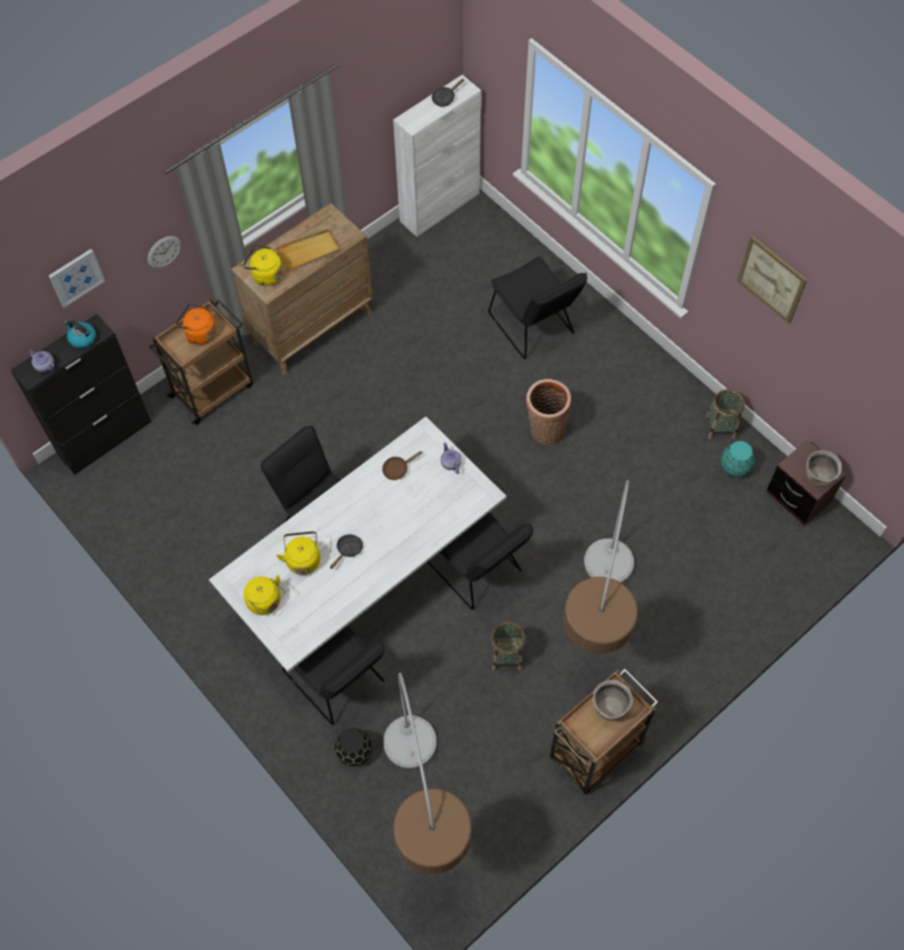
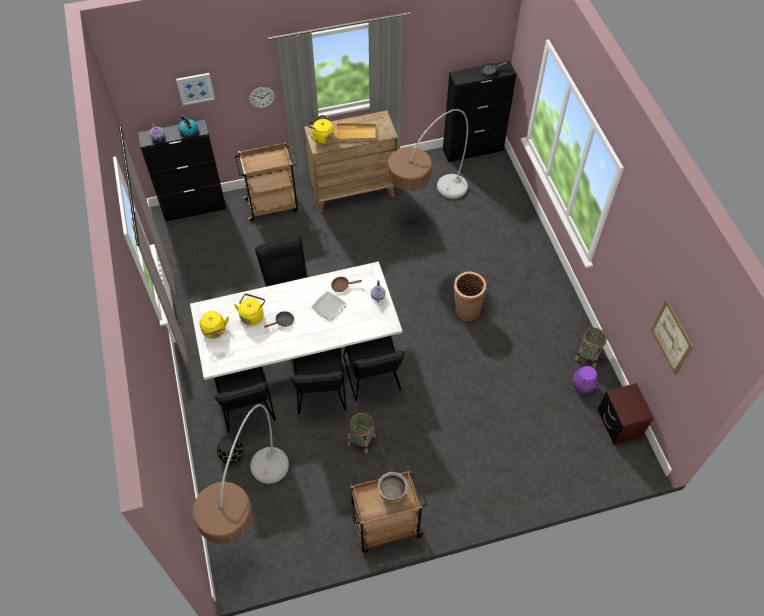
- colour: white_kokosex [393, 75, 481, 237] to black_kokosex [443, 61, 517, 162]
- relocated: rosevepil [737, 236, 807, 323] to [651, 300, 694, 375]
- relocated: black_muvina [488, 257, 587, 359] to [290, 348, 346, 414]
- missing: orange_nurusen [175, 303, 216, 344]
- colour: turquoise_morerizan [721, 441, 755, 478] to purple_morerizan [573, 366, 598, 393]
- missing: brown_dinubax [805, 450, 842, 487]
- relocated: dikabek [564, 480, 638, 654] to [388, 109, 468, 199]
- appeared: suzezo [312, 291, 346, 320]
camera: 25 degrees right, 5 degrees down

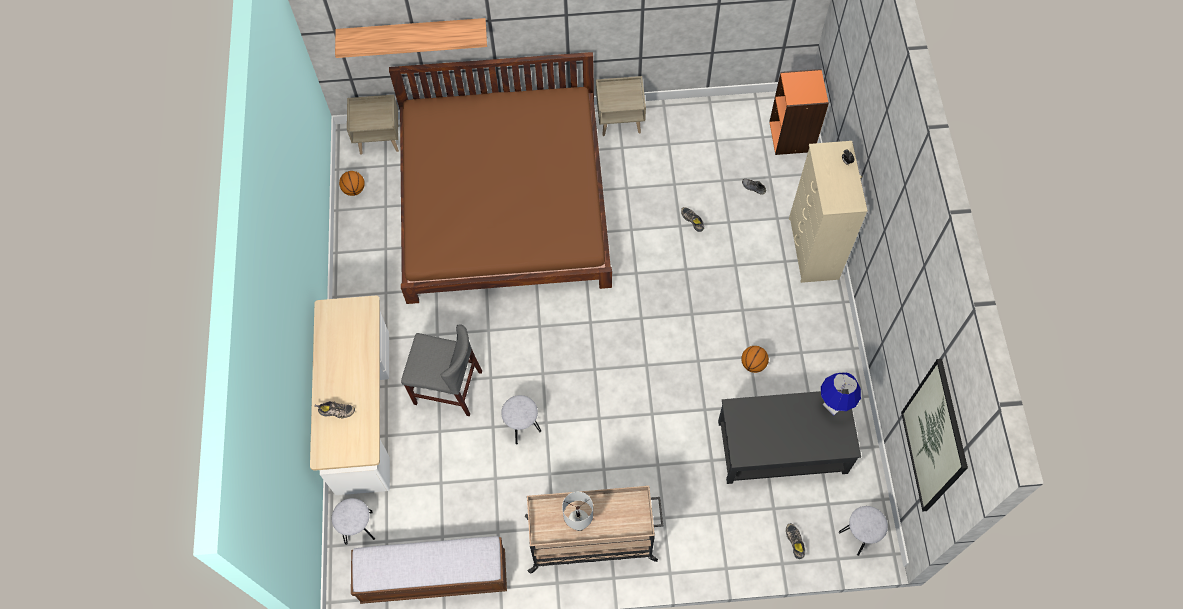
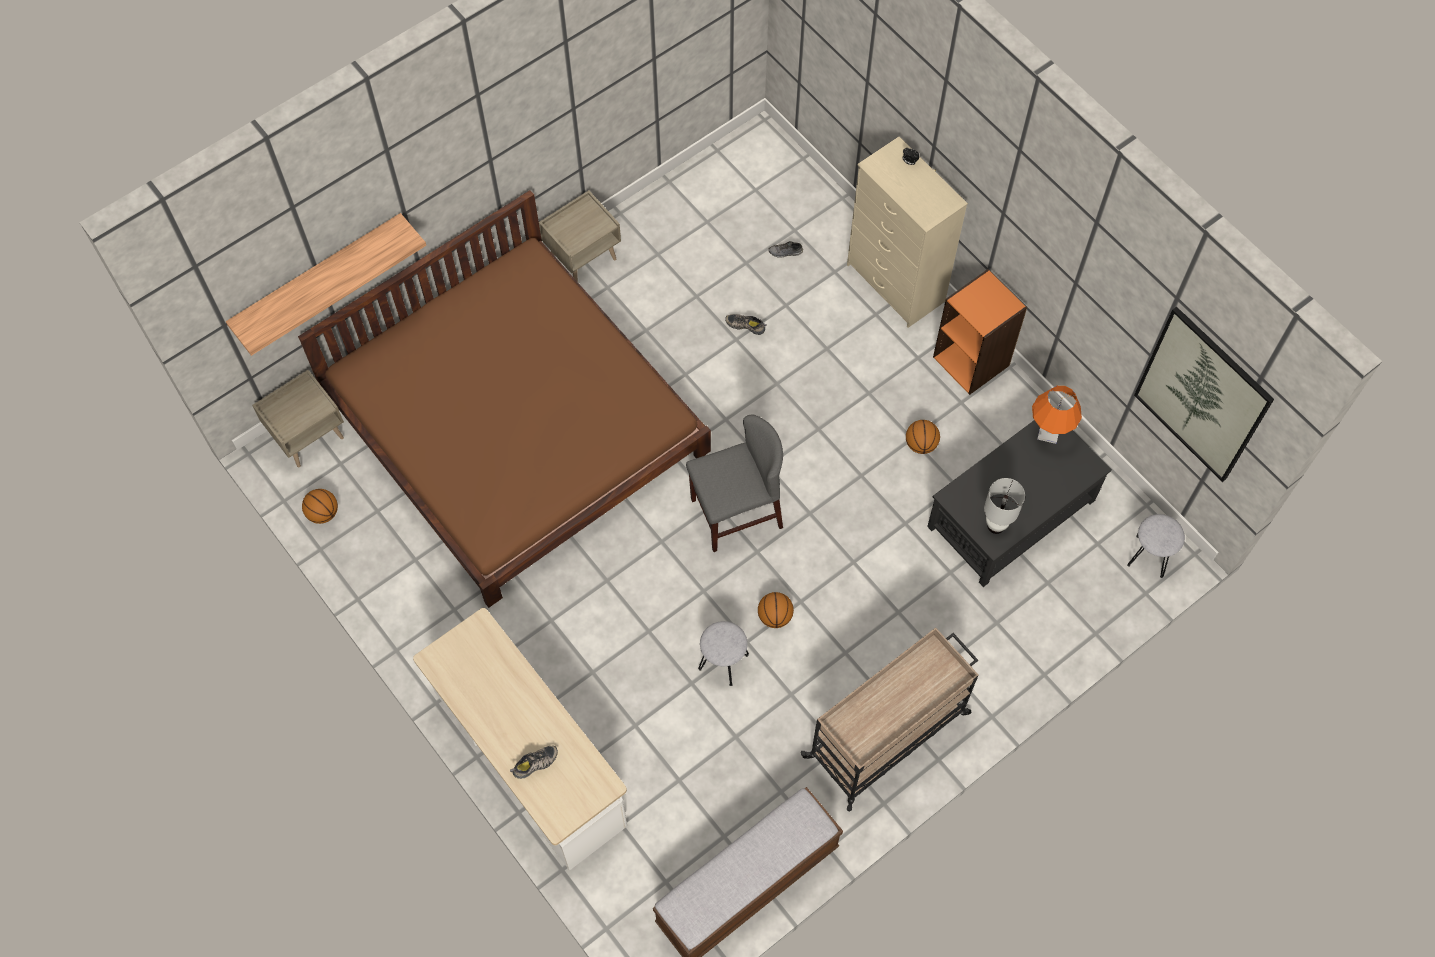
- relocated: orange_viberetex [769, 69, 829, 155] to [933, 269, 1027, 395]
- relocated: grey_muvina [401, 324, 482, 416] to [686, 415, 783, 552]
- colour: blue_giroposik [821, 372, 861, 415] to orange_giroposik [1032, 386, 1082, 444]
- relocated: white_giroposik [562, 492, 593, 531] to [984, 478, 1025, 534]
- missing: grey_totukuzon [332, 498, 375, 545]
- missing: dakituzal [786, 523, 805, 559]
- appeared: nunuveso [758, 592, 794, 628]
camera: 35 degrees left, 0 degrees up

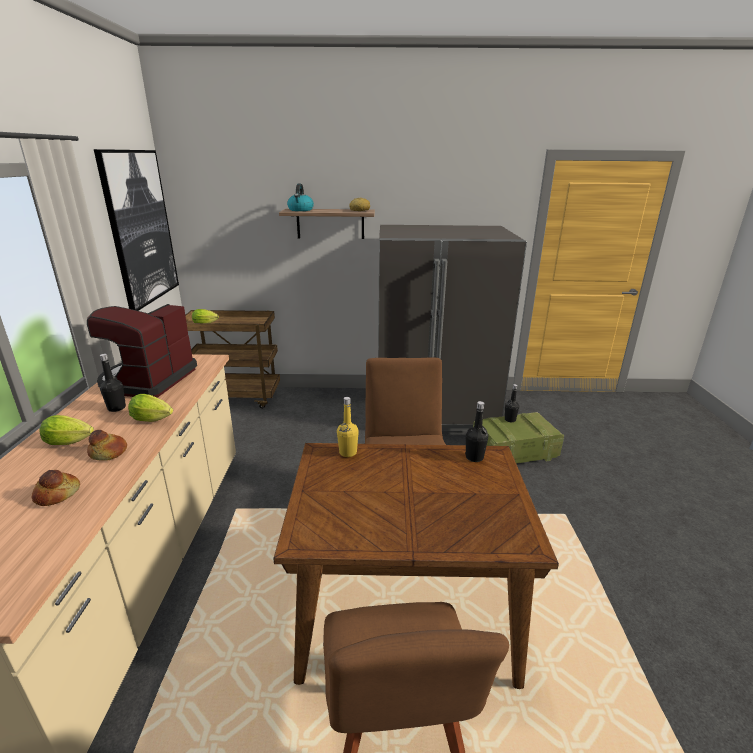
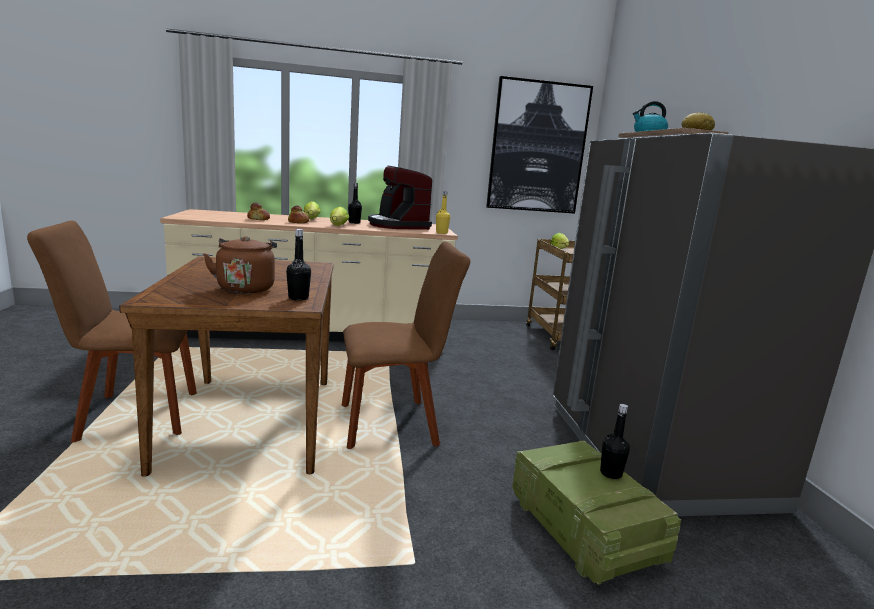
- spun: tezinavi [87, 304, 197, 398] = [368, 166, 432, 230] 120 degrees counterclockwise
- relocated: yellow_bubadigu [337, 397, 359, 457] to [436, 191, 450, 234]
- appeared: brown_nurusen [203, 236, 277, 294]
camera: 80 degrees right, 10 degrees down

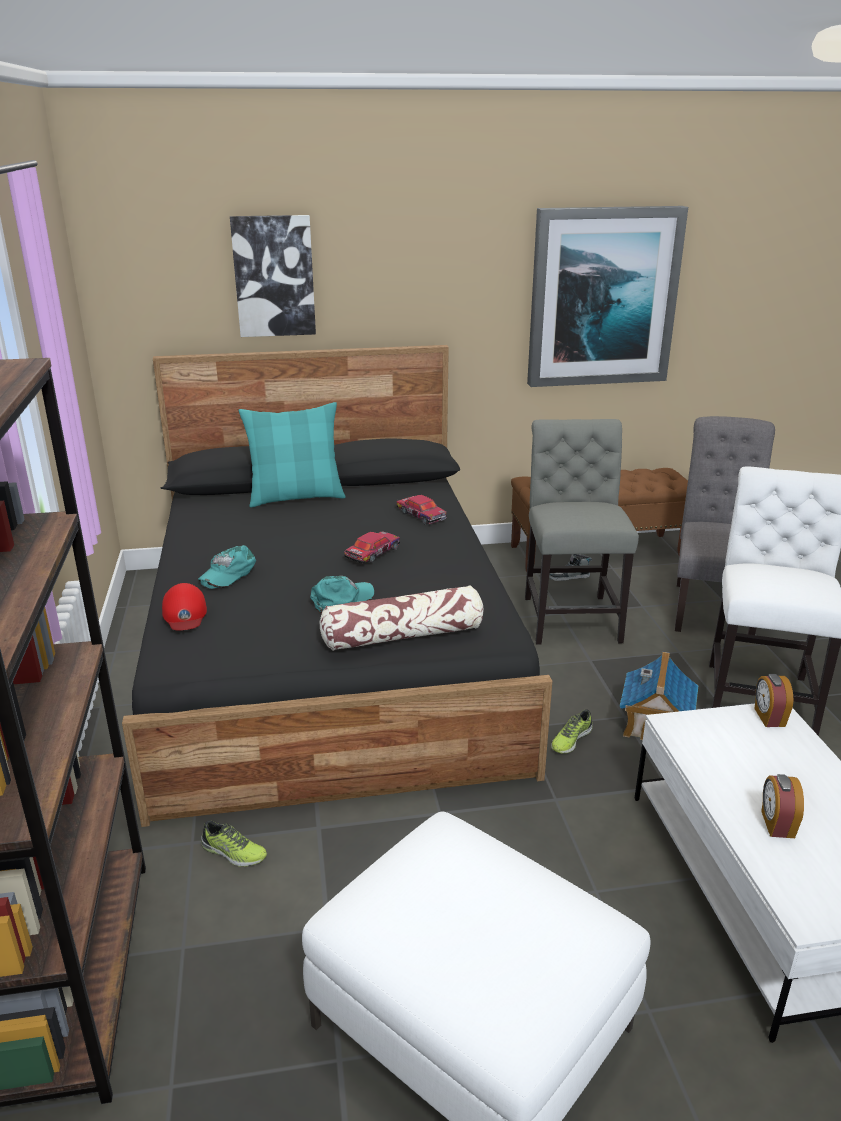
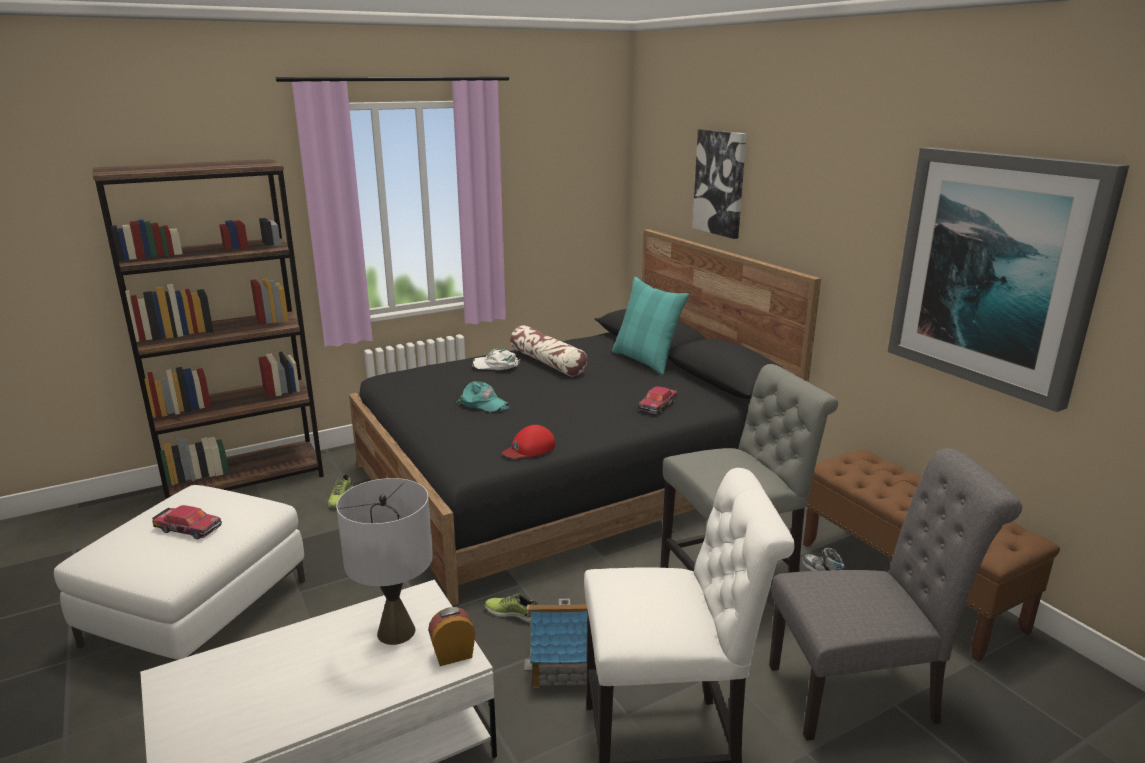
- relocated: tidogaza [344, 531, 400, 563] to [152, 505, 222, 540]
- colour: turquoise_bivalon [198, 545, 256, 589] to white_bivalon [472, 349, 520, 370]
- relocated: red_bivalon [162, 583, 207, 631] to [502, 425, 555, 459]
- relocated: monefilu [320, 585, 483, 651] to [510, 325, 587, 376]
- missing: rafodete [761, 774, 804, 838]
- appeared: grey_giroposik [336, 478, 433, 645]
camera: 70 degrees right, 5 degrees down

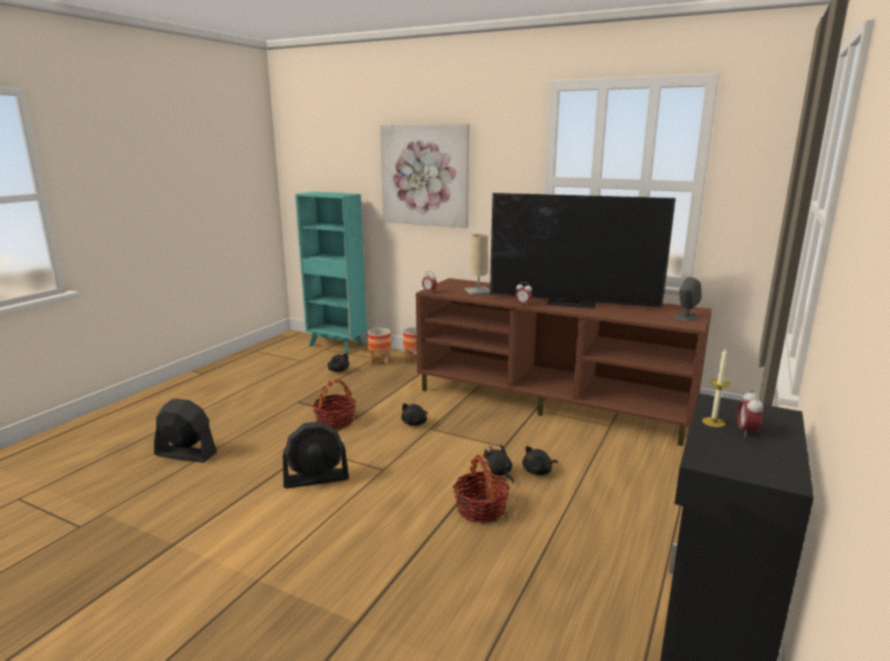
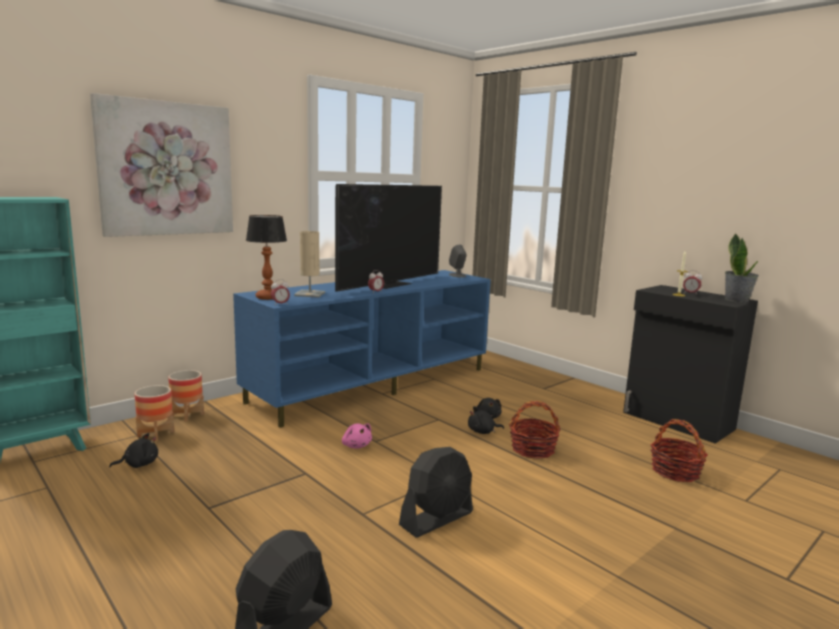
- colour: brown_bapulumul [416, 278, 712, 446] to blue_bapulumul [233, 270, 491, 428]
- relocated: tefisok [312, 379, 356, 429] to [650, 419, 708, 482]
- colour: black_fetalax [401, 403, 428, 426] to pink_fetalax [342, 423, 372, 448]
- spun: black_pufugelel [283, 421, 349, 488] = [399, 447, 473, 538] 45 degrees clockwise
- appeared: giroposik [246, 215, 287, 300]
- appeared: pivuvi [725, 233, 759, 302]
camera: 70 degrees left, 5 degrees down

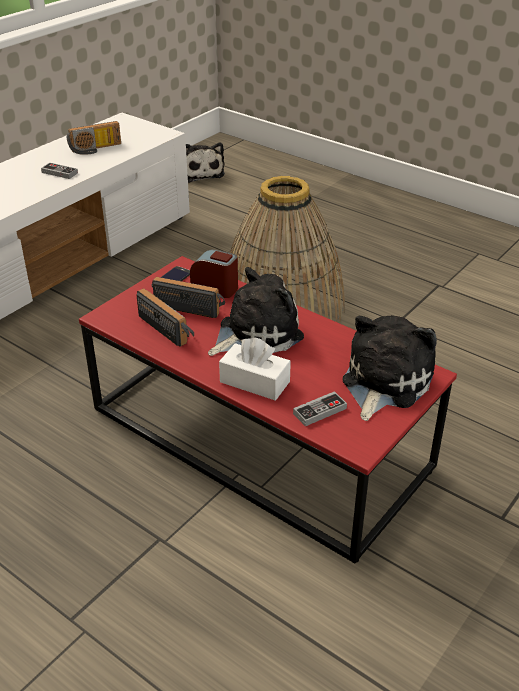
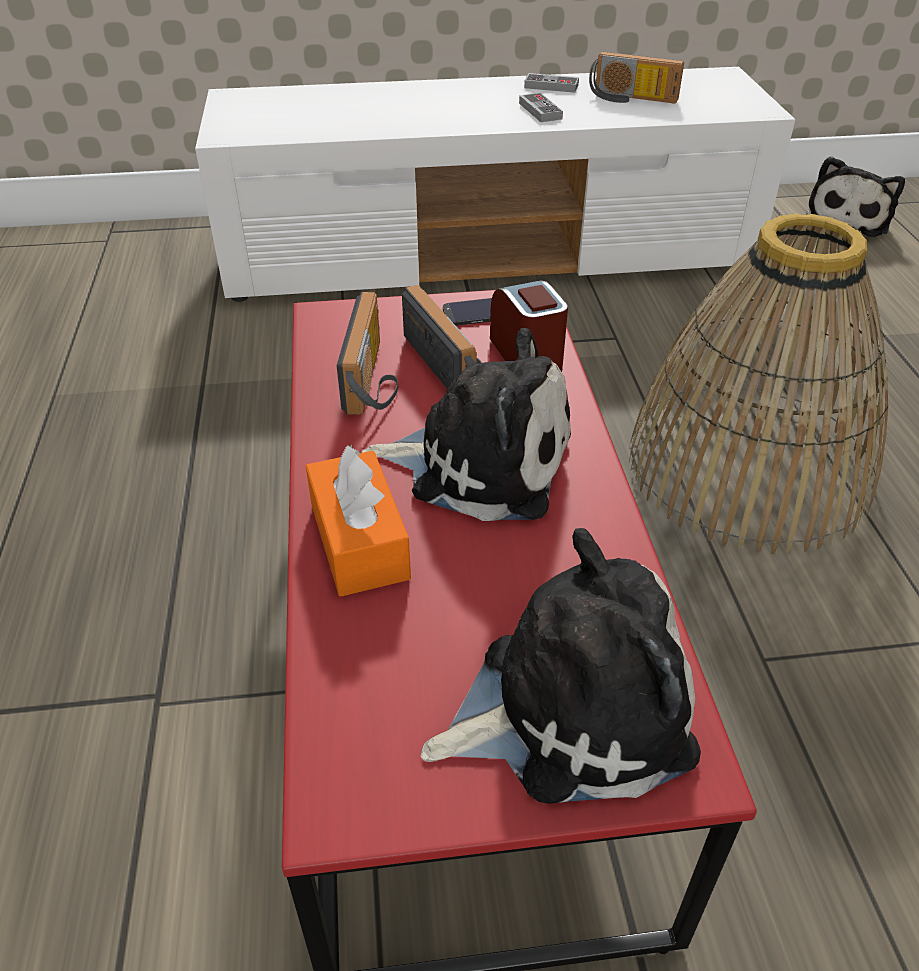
- colour: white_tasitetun [219, 337, 291, 401] to orange_tasitetun [306, 445, 411, 597]
- relocated: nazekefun [293, 391, 347, 426] to [524, 73, 579, 93]
camera: 45 degrees right, 5 degrees up

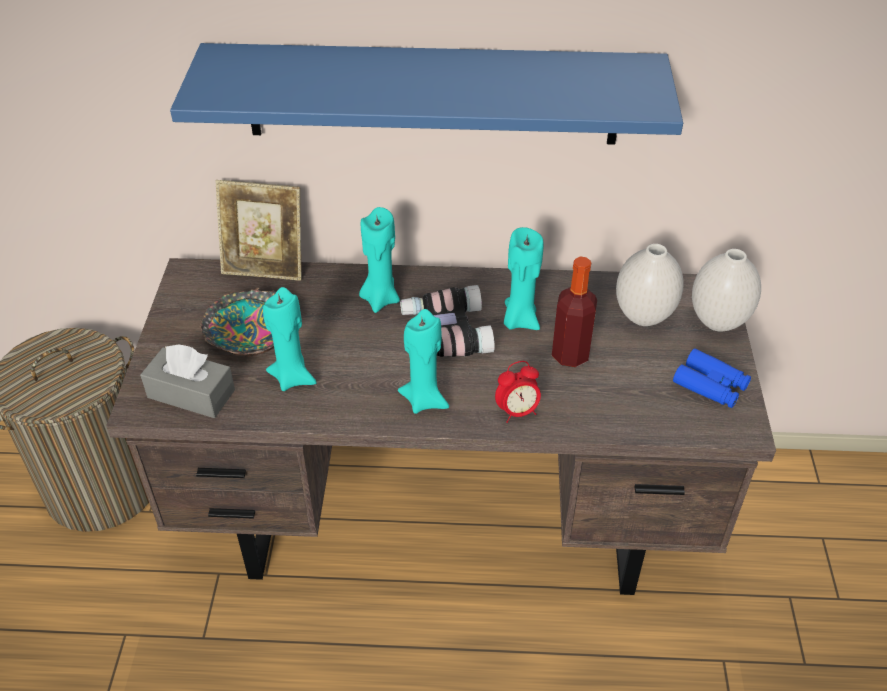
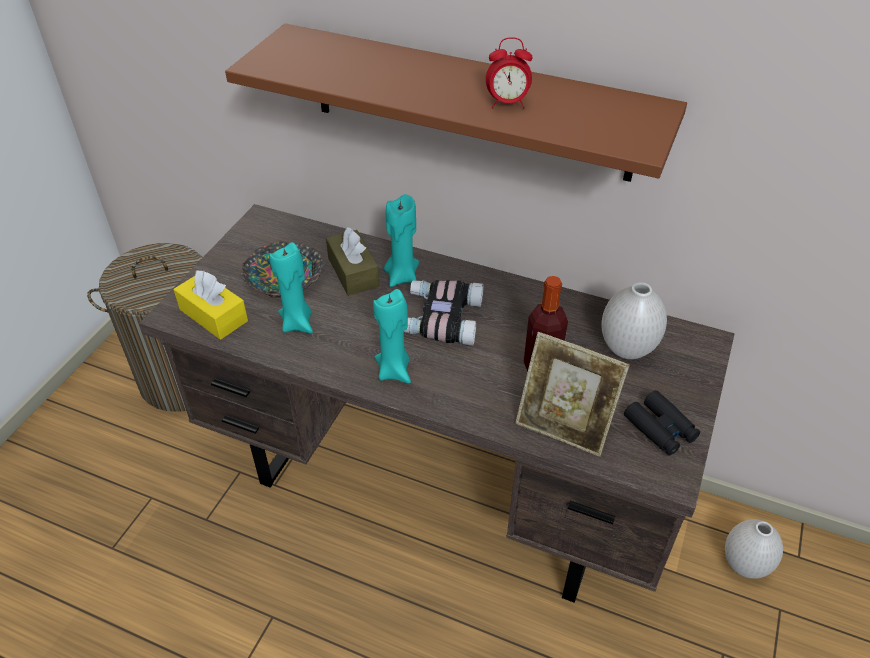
- colour: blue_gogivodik [170, 43, 683, 145] to brown_gogivodik [225, 23, 687, 182]
- relocated: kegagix [216, 180, 302, 281] to [515, 332, 630, 457]
- missing: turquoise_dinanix [504, 227, 543, 330]
- relocated: white_morerizan [692, 249, 761, 332] to [725, 519, 783, 579]
- colour: grey_tasitetun [140, 344, 235, 418] to yellow_tasitetun [174, 270, 248, 340]
- colour: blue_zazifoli [673, 348, 751, 408] to black_zazifoli [624, 390, 700, 456]
- relocated: rafodete [495, 361, 541, 423] to [486, 37, 533, 109]
- appeared: brown_tasitetun [326, 226, 380, 296]
camera: 20 degrees right, 0 degrees up

